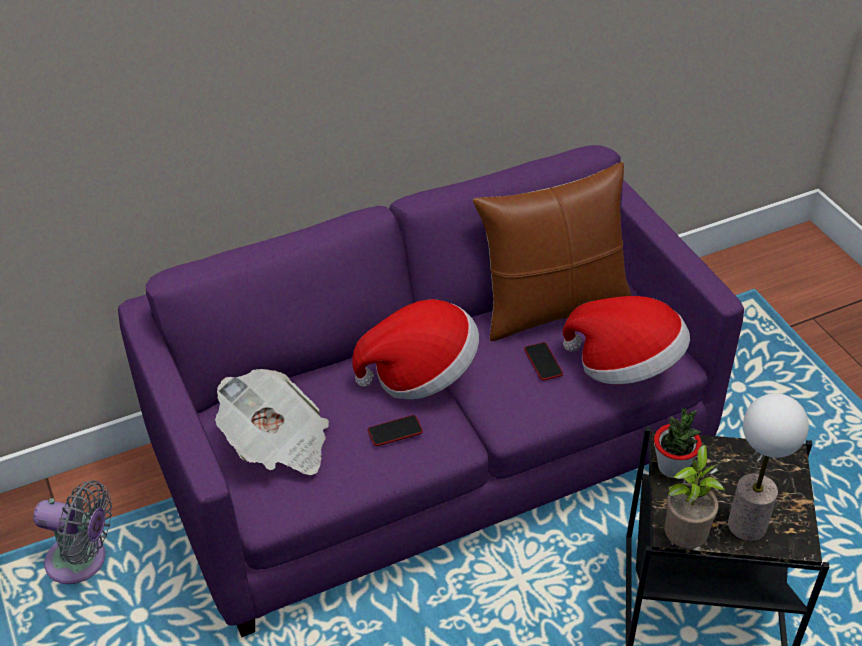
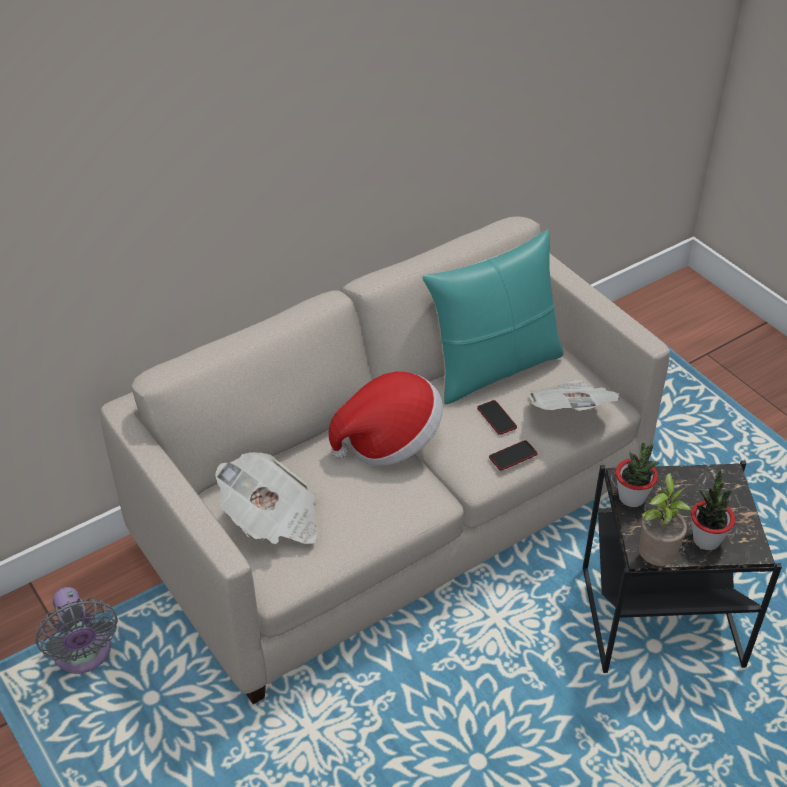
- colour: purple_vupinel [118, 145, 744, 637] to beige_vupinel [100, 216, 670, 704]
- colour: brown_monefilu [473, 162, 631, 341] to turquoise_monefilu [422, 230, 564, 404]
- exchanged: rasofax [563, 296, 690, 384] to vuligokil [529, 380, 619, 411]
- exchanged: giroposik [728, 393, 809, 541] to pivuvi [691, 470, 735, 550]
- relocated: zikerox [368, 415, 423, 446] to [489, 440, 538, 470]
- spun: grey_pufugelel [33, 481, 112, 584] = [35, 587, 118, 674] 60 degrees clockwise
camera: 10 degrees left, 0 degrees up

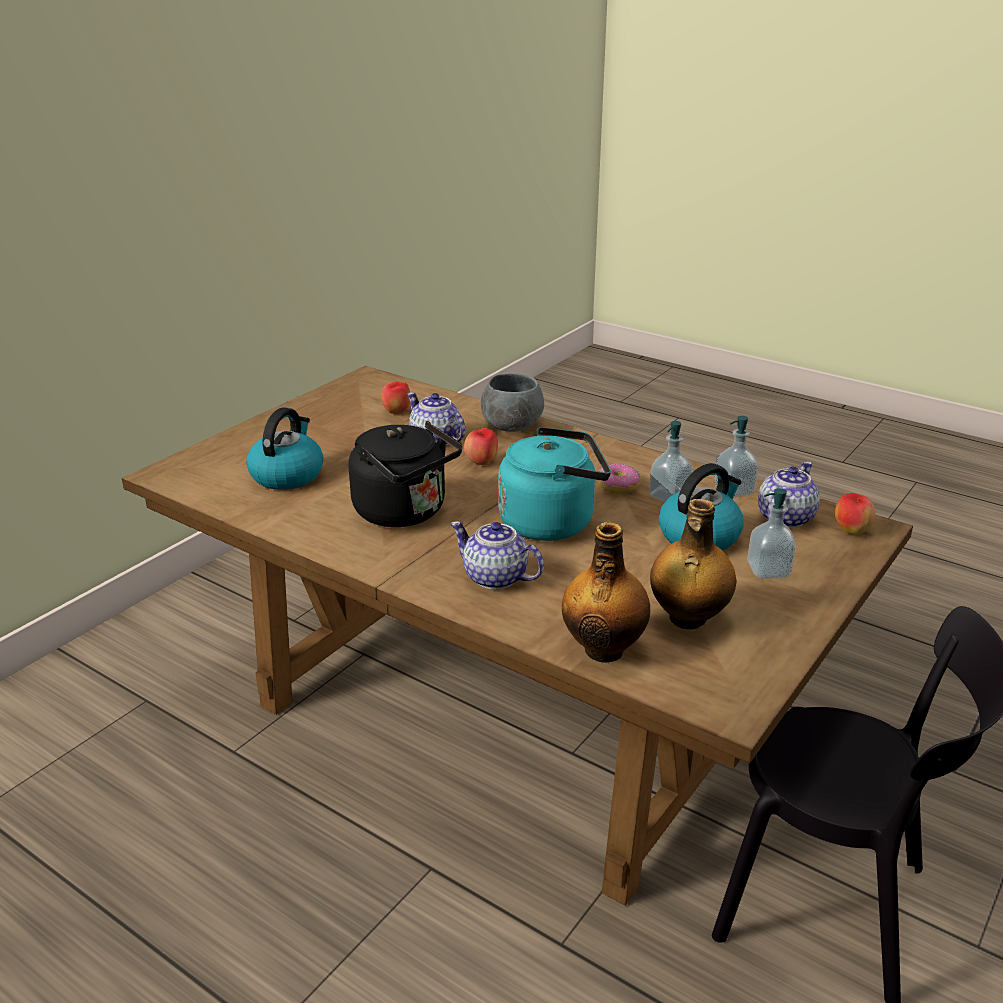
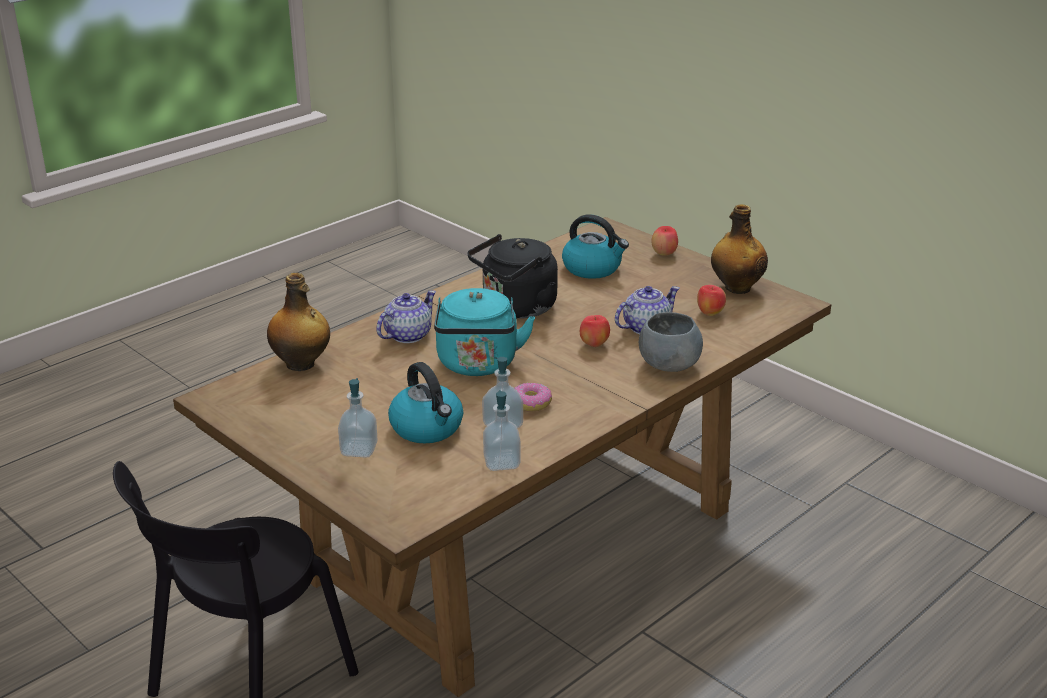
- missing: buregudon [758, 461, 820, 528]
- relocated: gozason [835, 493, 876, 534] to [651, 226, 678, 255]
- relocated: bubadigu [650, 499, 737, 629] to [711, 204, 768, 294]
camera: 100 degrees right, 0 degrees up

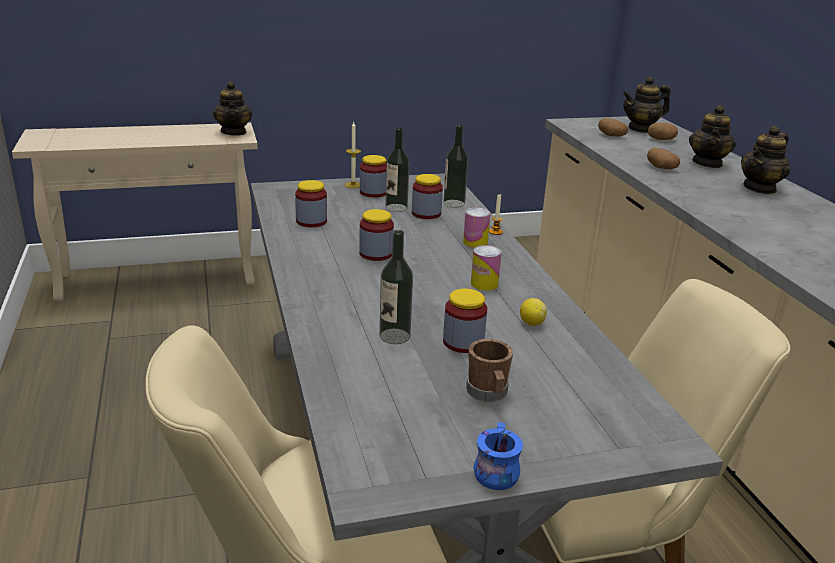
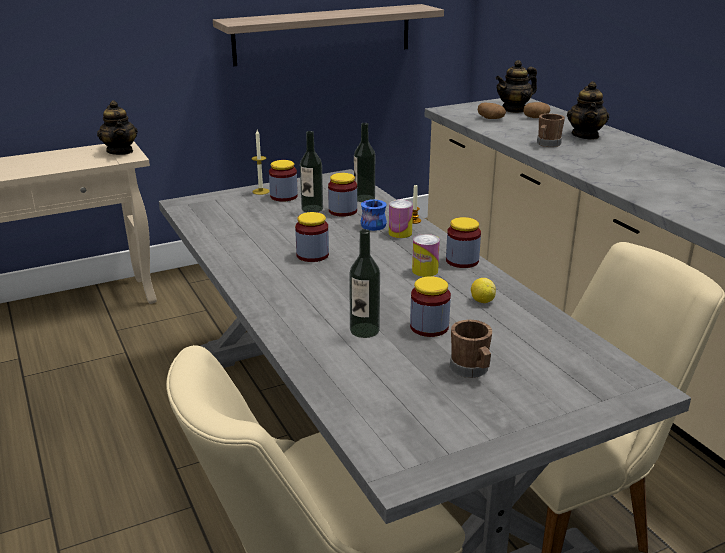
- missing: buregudon [741, 126, 790, 194]
- exchanged: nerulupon [647, 148, 680, 169] to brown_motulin [537, 114, 565, 147]
- relocated: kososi [295, 180, 327, 227] to [446, 217, 481, 268]
- relocated: blue_motulin [474, 422, 523, 490] to [361, 199, 387, 231]
- appeared: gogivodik [213, 4, 444, 66]
camera: 10 degrees left, 0 degrees up

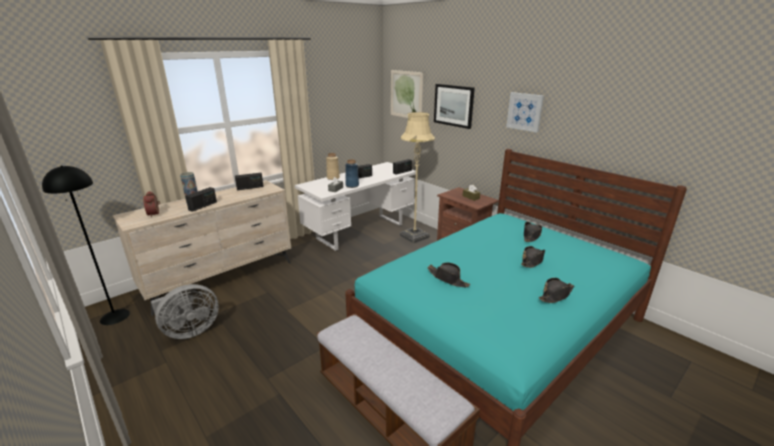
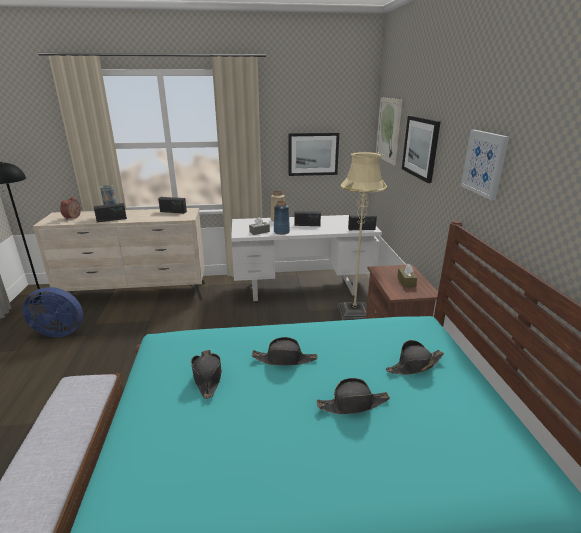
- relocated: black_rasofax [539, 278, 574, 303] to [252, 337, 317, 365]
- colour: grey_pufugelel [151, 284, 219, 339] to blue_pufugelel [23, 287, 83, 337]
- appeared: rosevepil [289, 133, 339, 176]
camera: 35 degrees right, 0 degrees up

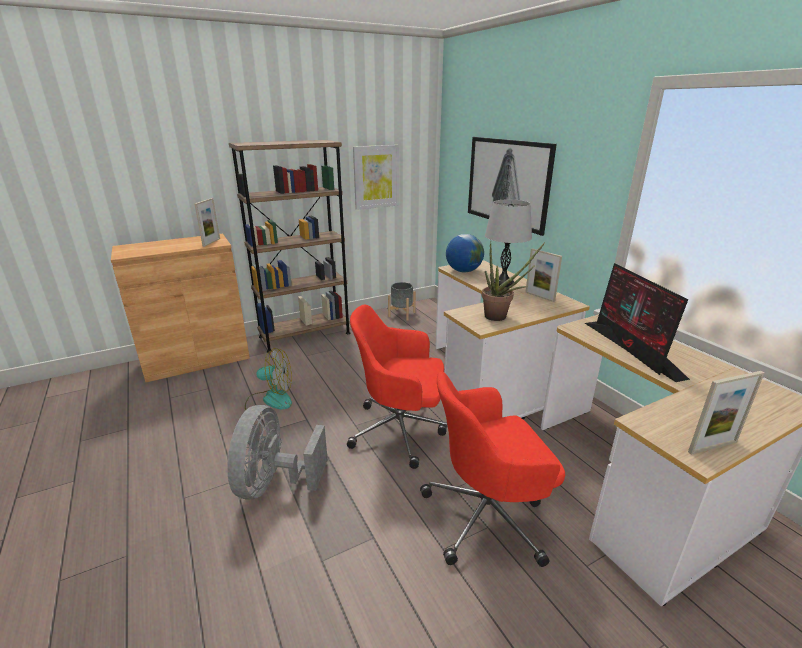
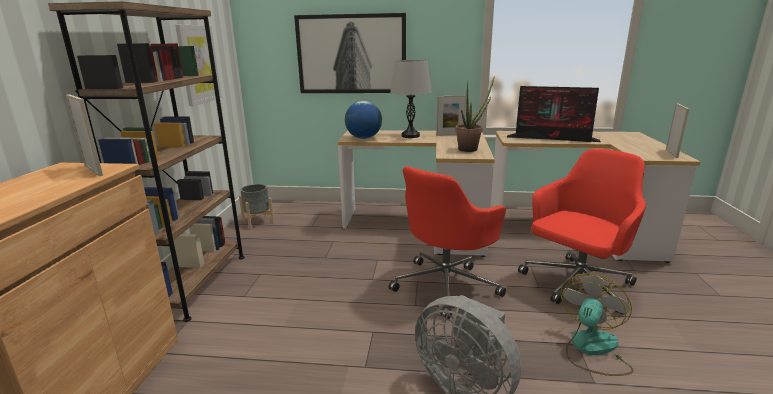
- relocated: pufugelel [245, 348, 292, 416] to [560, 273, 634, 376]
- spun: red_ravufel [420, 372, 565, 567] = [518, 149, 646, 315] 150 degrees counterclockwise
camera: 55 degrees left, 5 degrees down

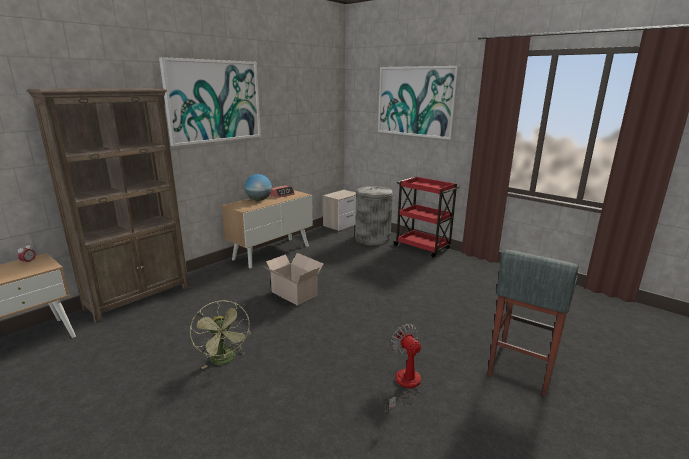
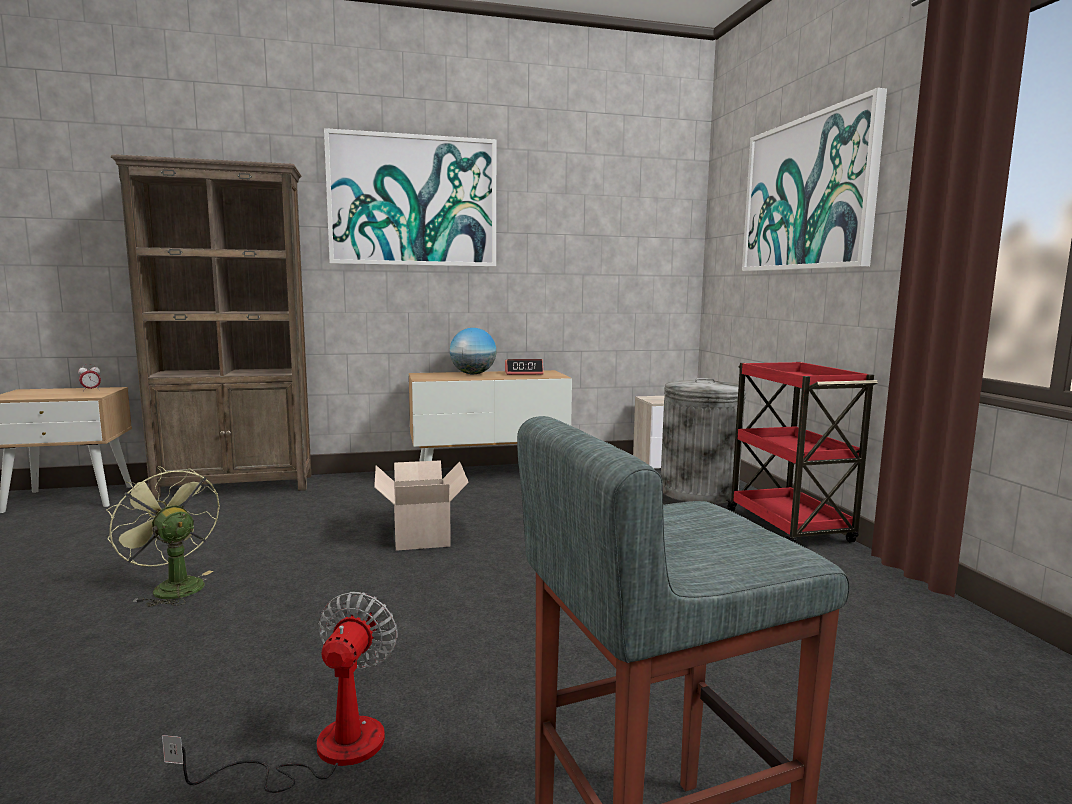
- spun: green_pufugelel [190, 300, 250, 369] = [106, 466, 220, 607] 120 degrees clockwise
camera: 35 degrees right, 10 degrees down

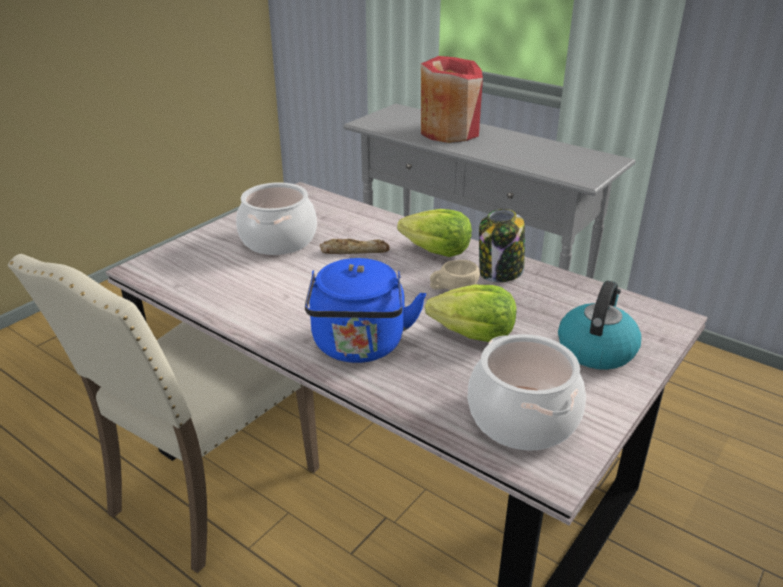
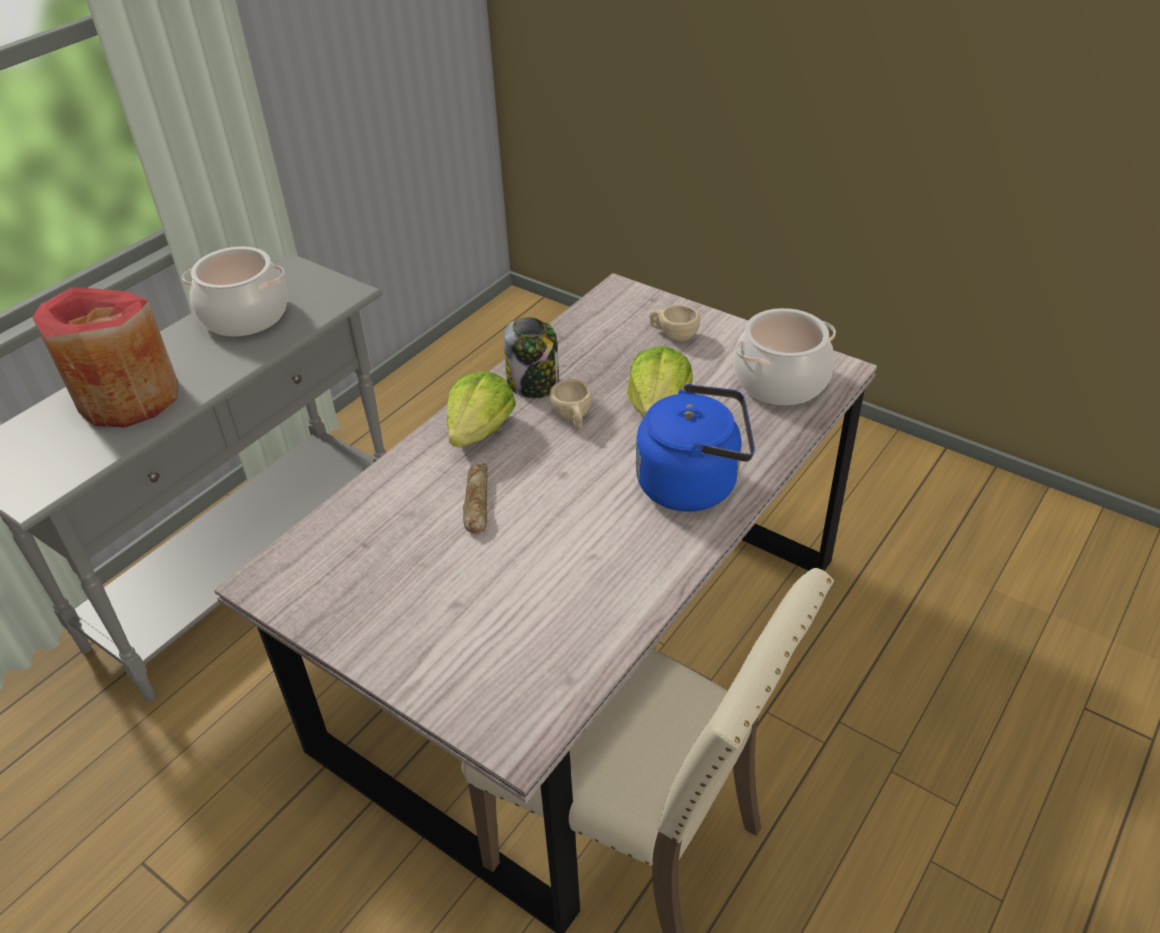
- relocated: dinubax [236, 182, 317, 255] to [182, 246, 288, 337]
- exchanged: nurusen [558, 281, 642, 370] to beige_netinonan [650, 305, 700, 341]
camera: 90 degrees left, 10 degrees up

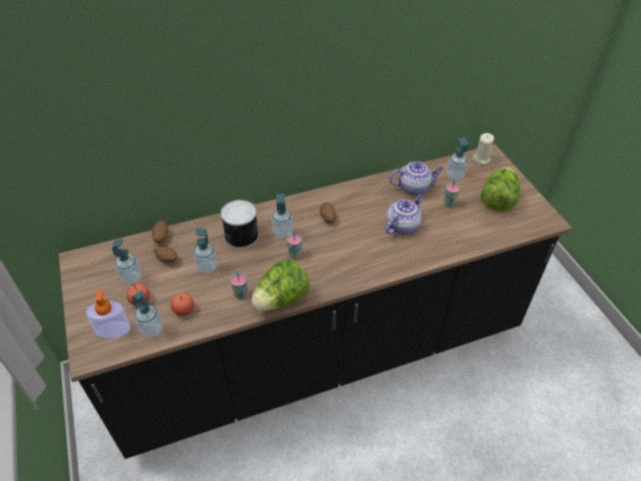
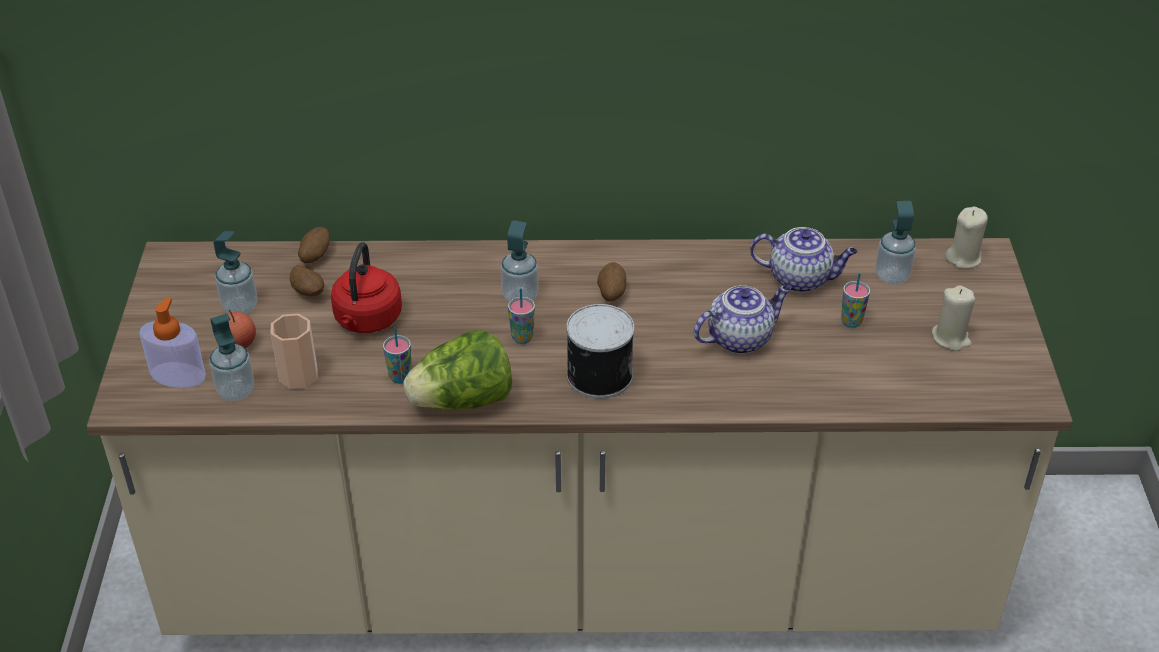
- colour: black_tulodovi [59, 144, 572, 459] to beige_tulodovi [87, 238, 1073, 635]
- exchanged: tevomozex [480, 167, 520, 211] to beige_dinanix [932, 285, 975, 351]
- relocated: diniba [221, 200, 259, 249] to [566, 304, 634, 399]
- exchanged: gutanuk [193, 228, 217, 273] to red_nurusen [331, 242, 402, 333]
- exchanged: gozason [170, 293, 194, 316] to netinonan [270, 314, 318, 389]
camera: 20 degrees right, 5 degrees down

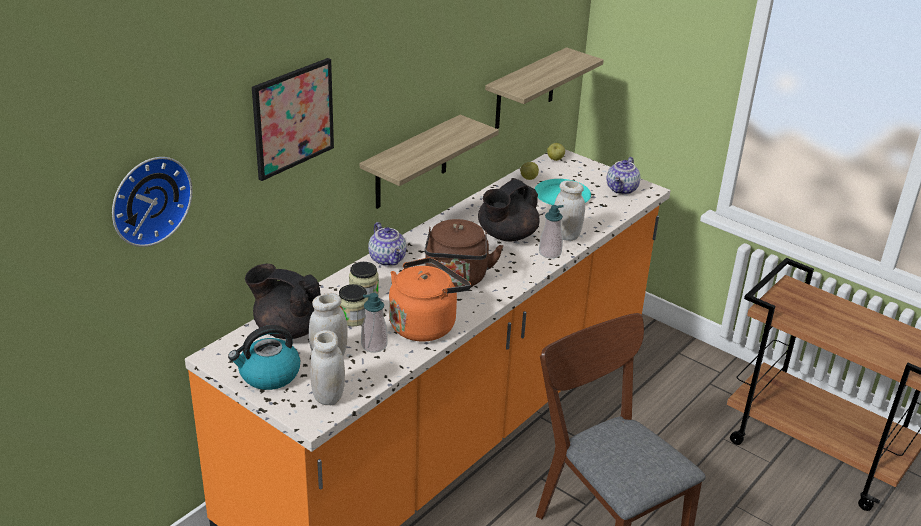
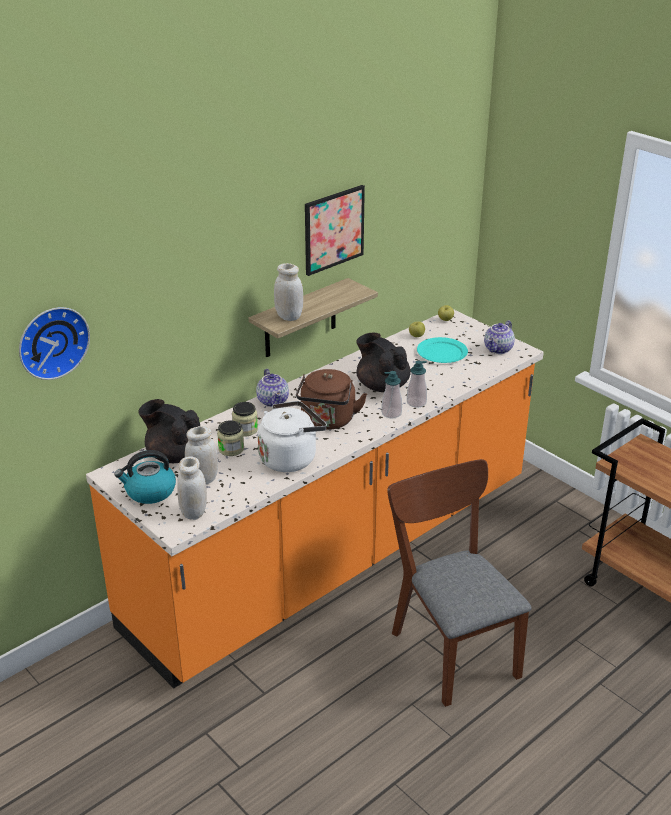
- missing: gogivodik [485, 47, 604, 129]
- relocated: rosevepil [252, 58, 334, 181] to [305, 185, 365, 276]
- spun: black_buregudon [478, 178, 540, 241] = [356, 333, 411, 392] 90 degrees clockwise
- relocated: white_kososi [554, 180, 585, 241] to [274, 263, 303, 321]
- colour: orange_nurusen [389, 258, 471, 342] to white_nurusen [258, 401, 327, 472]
- relocated: gutanuk [361, 293, 388, 353] to [381, 371, 402, 418]
camera: 10 degrees right, 0 degrees up

